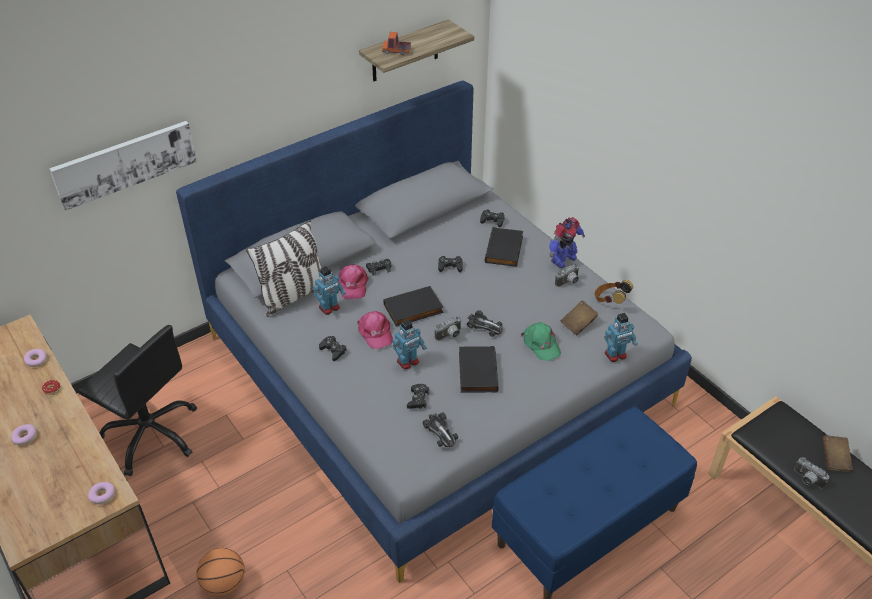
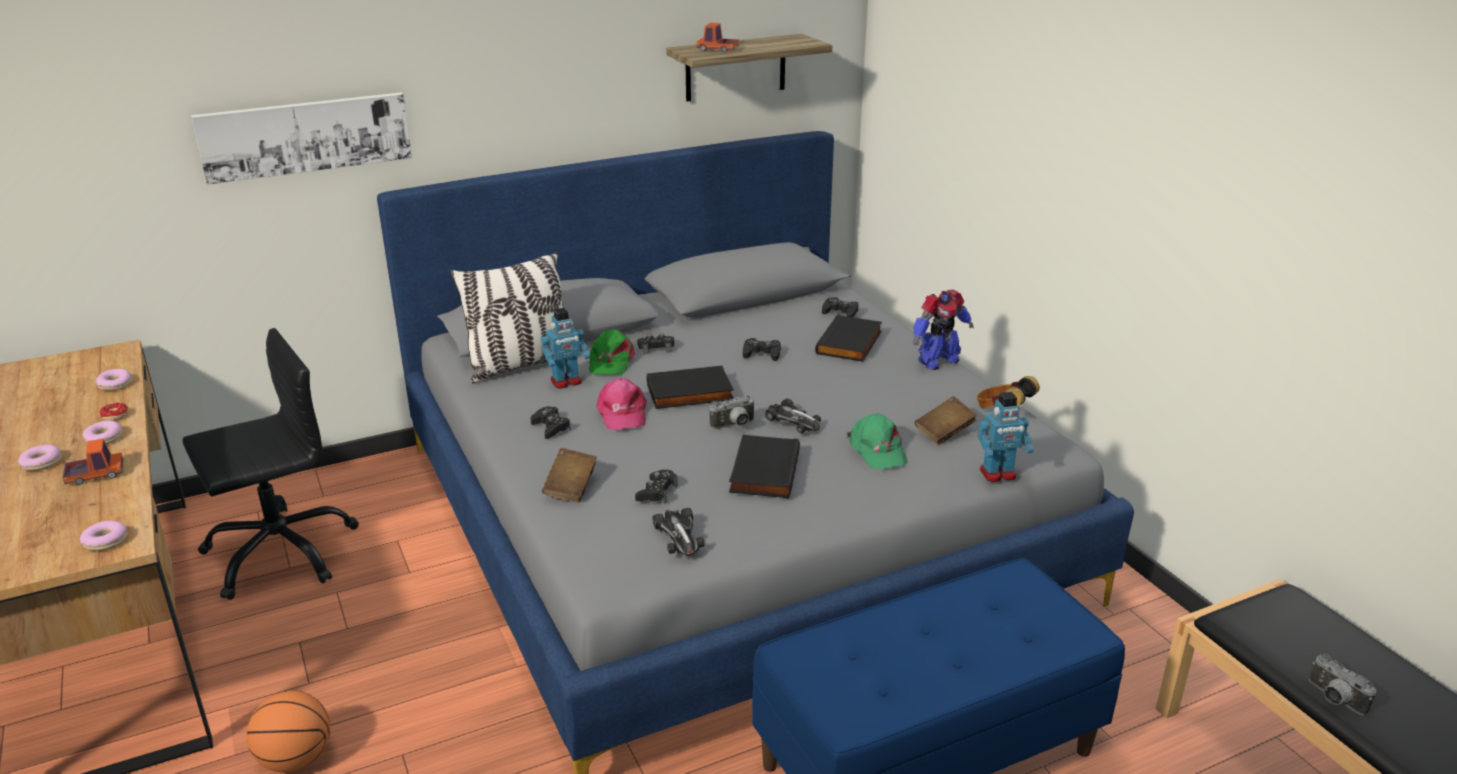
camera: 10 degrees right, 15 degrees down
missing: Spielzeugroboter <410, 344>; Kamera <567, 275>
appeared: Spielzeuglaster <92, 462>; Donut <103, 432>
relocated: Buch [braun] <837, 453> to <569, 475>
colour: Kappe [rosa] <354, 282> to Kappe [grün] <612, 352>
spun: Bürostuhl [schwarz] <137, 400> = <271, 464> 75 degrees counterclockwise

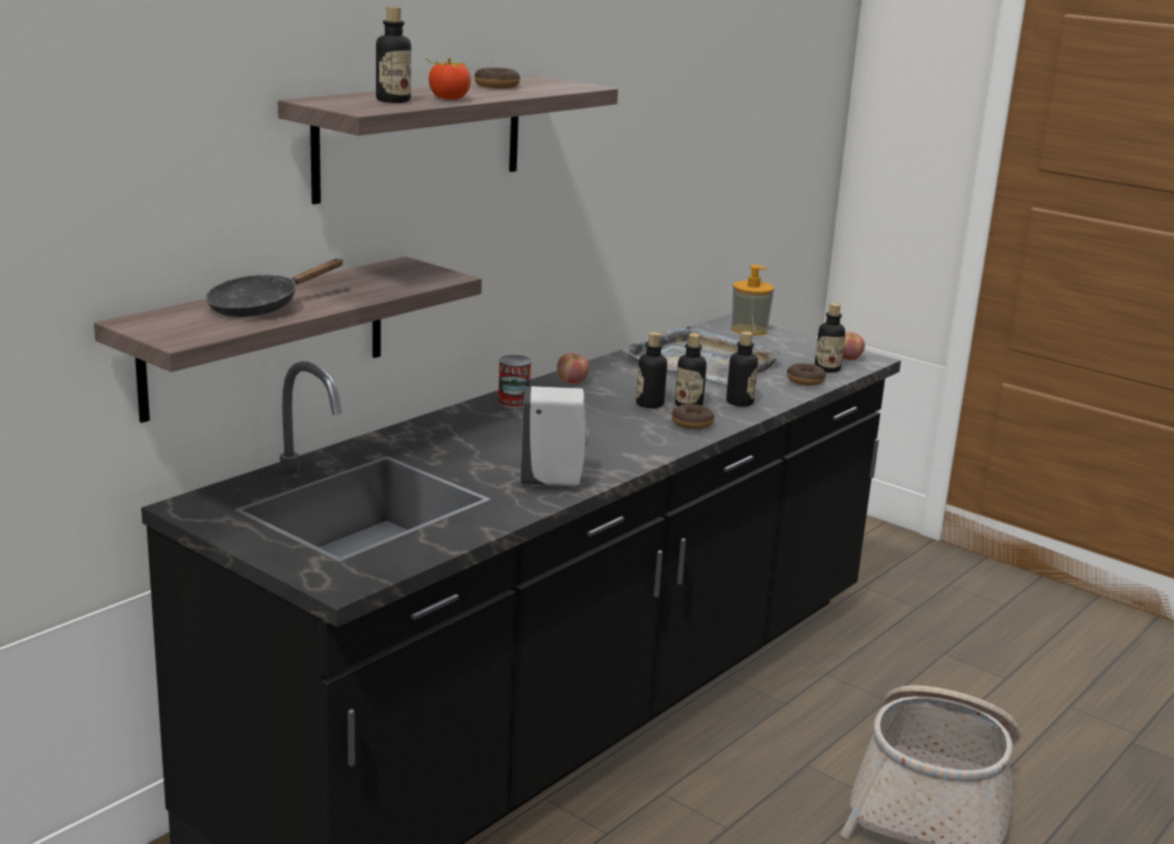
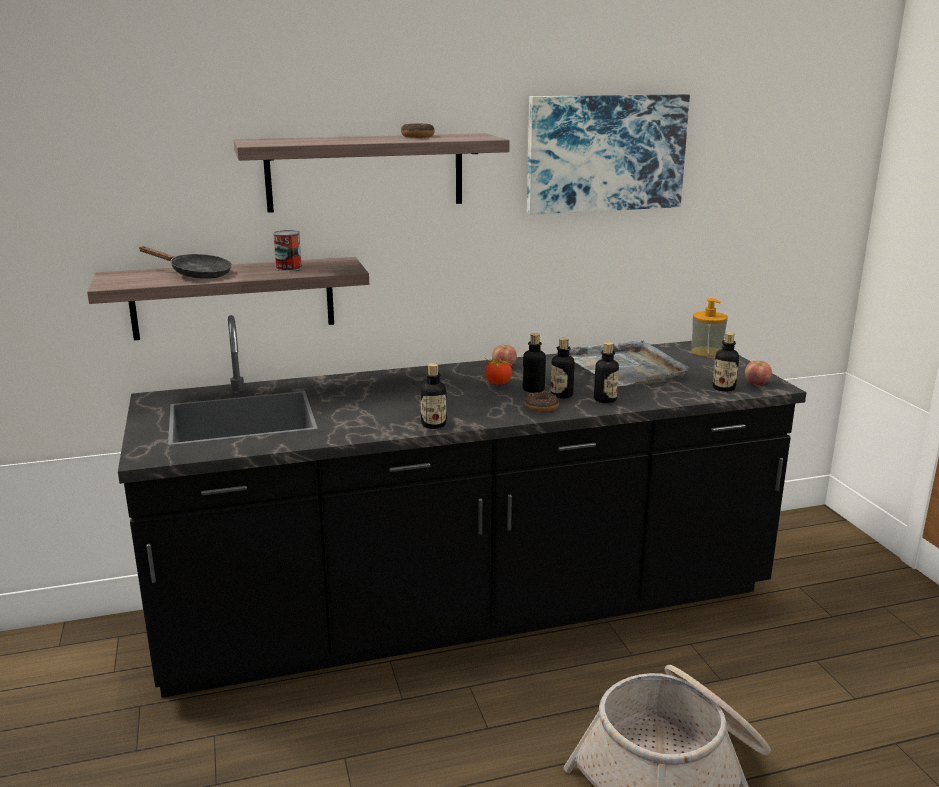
camera: 35 degrees right, 0 degrees up
missing: Seifenspender [weiß] <555, 437>; Donut <806, 374>
appeared: Bild <608, 154>
relocated: Dose <515, 381> to <287, 250>; Flasche <393, 55> to <433, 396>; Tomate <448, 79> to <498, 371>
spun: Pfanne [schwarz] <274, 288> = <186, 262> 150 degrees counterclockwise

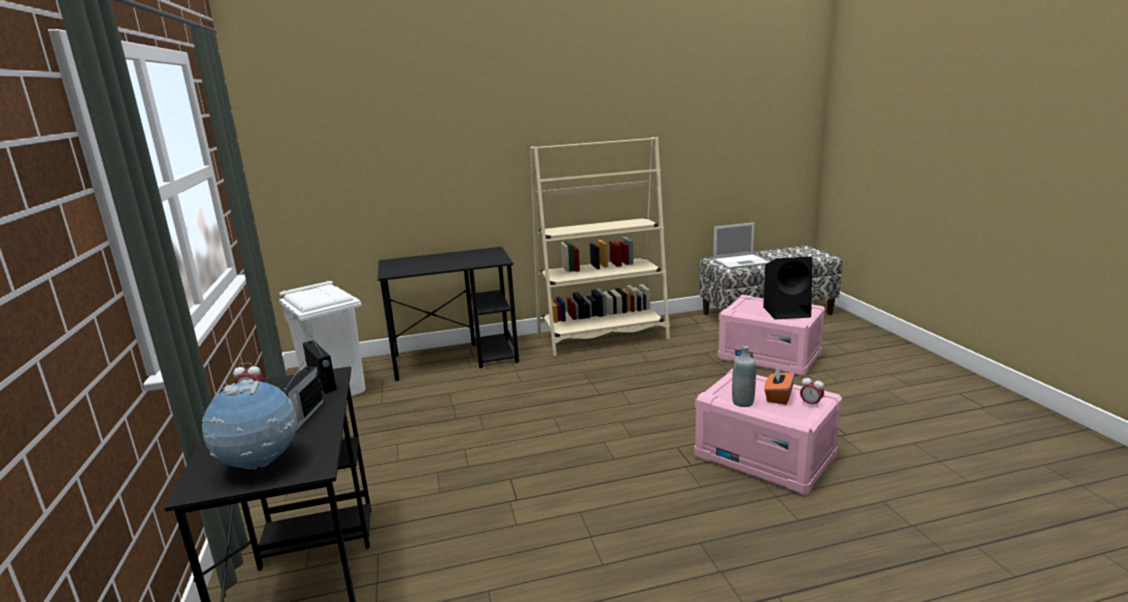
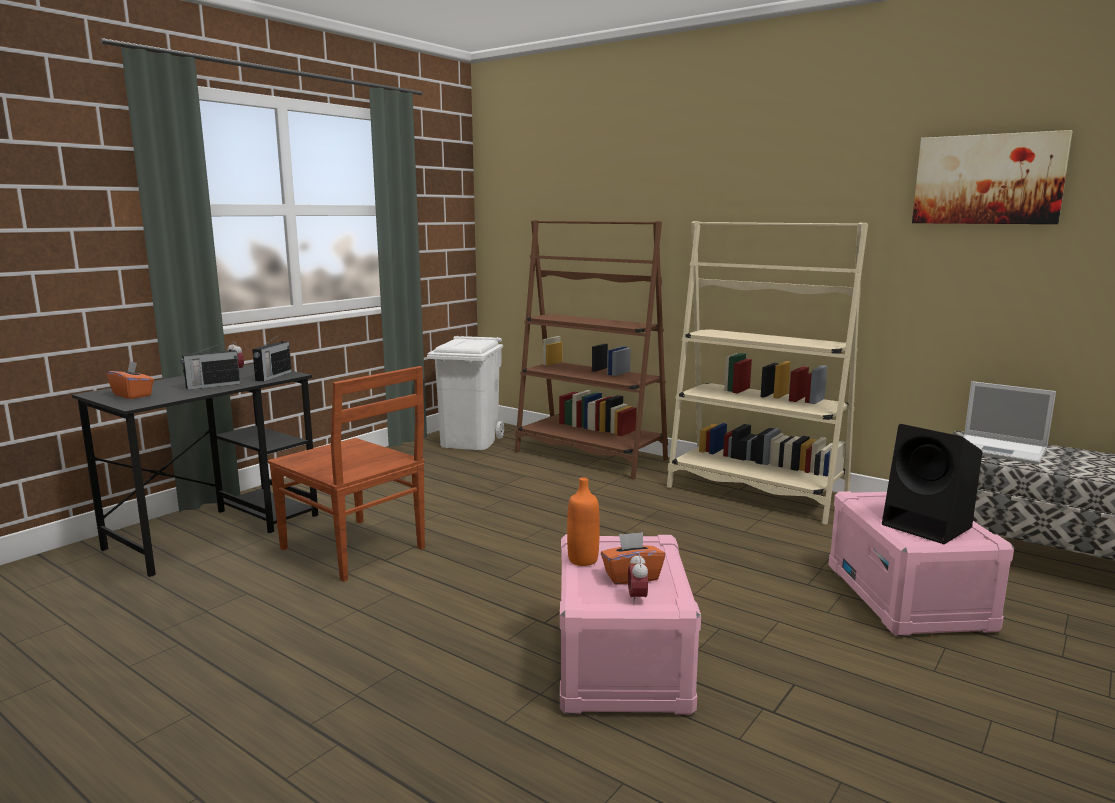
camera: 50 degrees right, 5 degrees down
appeared: Stuhl [braun] <346, 474>; Bild <992, 177>
exchanged: Globus <249, 424> to Taschentuchbox [orange] <130, 380>; Schreibtisch [schwarz] <448, 314> to Bücherregal [braun] <591, 349>
colour: Flasche [grau] <744, 376> to Flasche [orange] <583, 521>

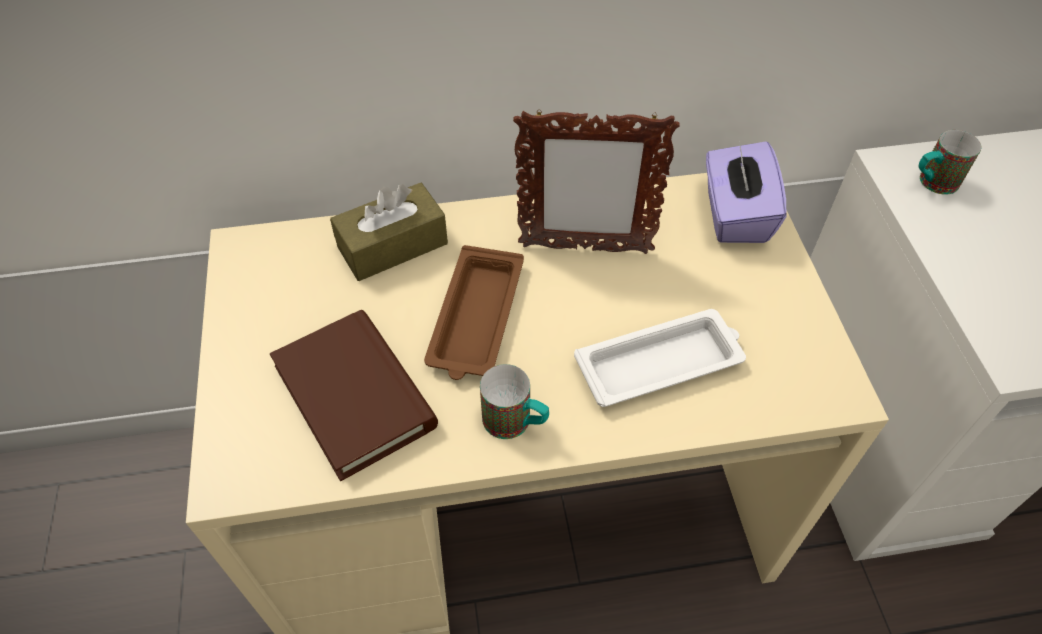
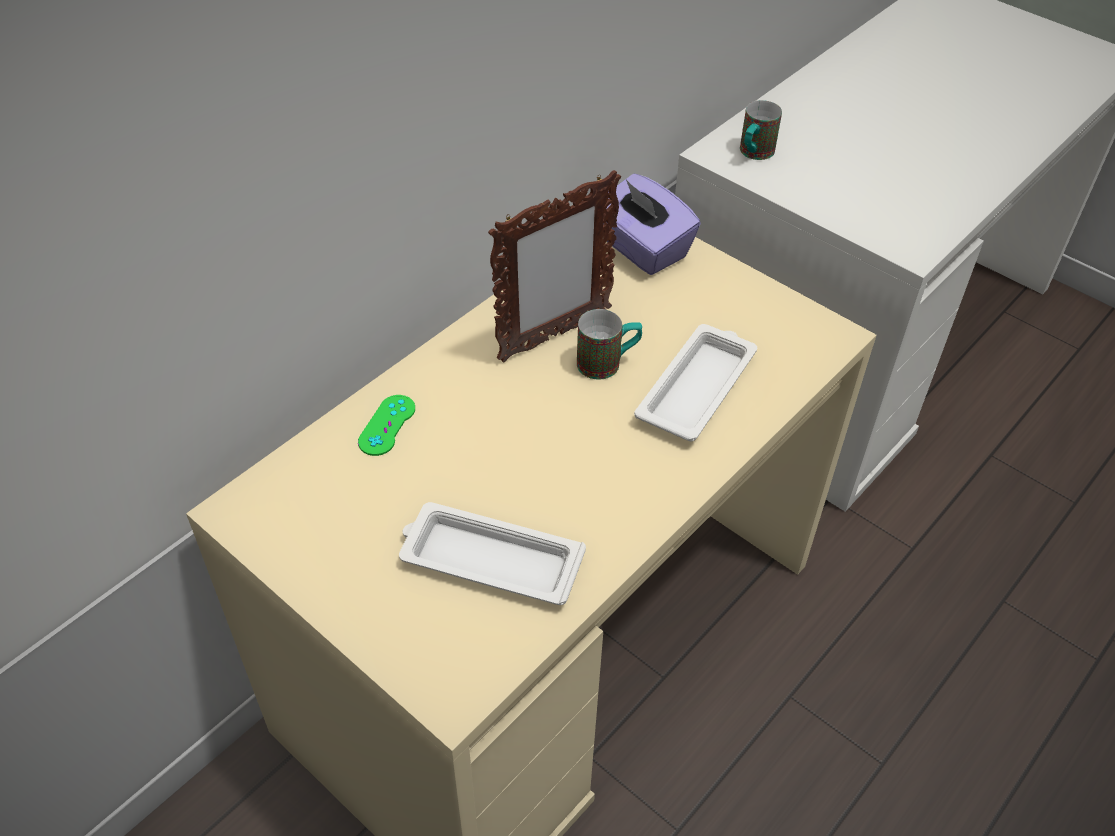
camera: 40 degrees left, 5 degrees down
missing: Tablett [braun] <474, 312>
relocated: Henkelbecher <514, 401> to <609, 344>
exchanged: Taschentuchbox [braun] <389, 232> to Gamepad [grün] <386, 425>; Buch [braun] <354, 395> to Tablett [weiß] <492, 553>

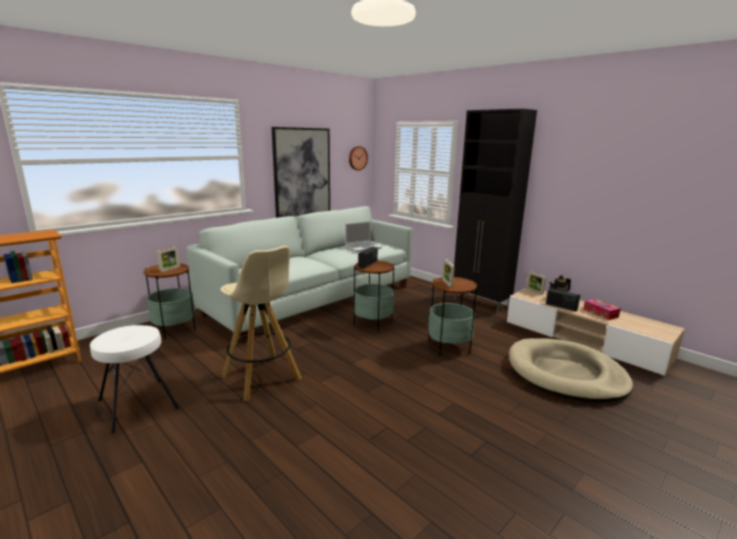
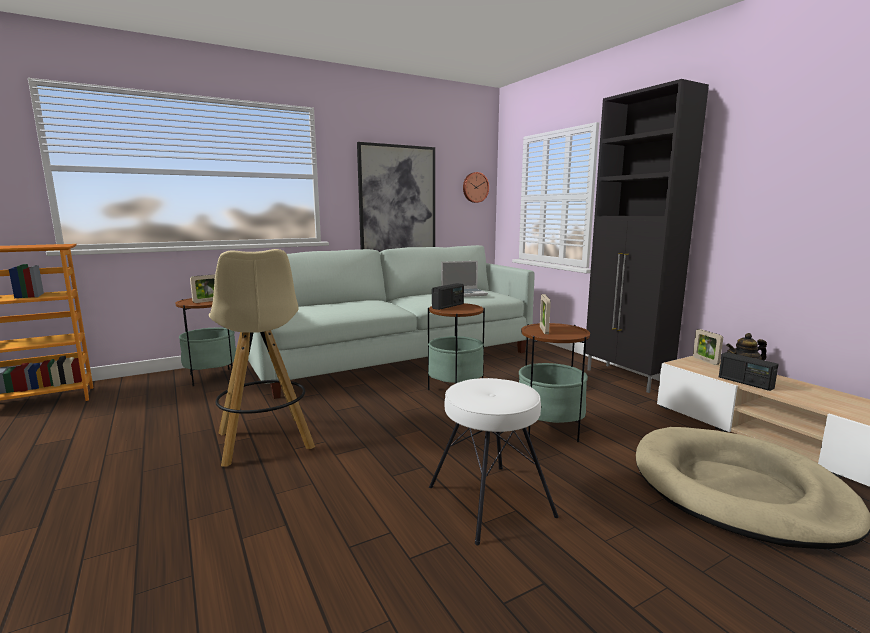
camera: 15 degrees right, 5 degrees down
missing: Taschentuchbox <602, 309>
relocated: Hocker [weiß] <134, 379> to <494, 461>

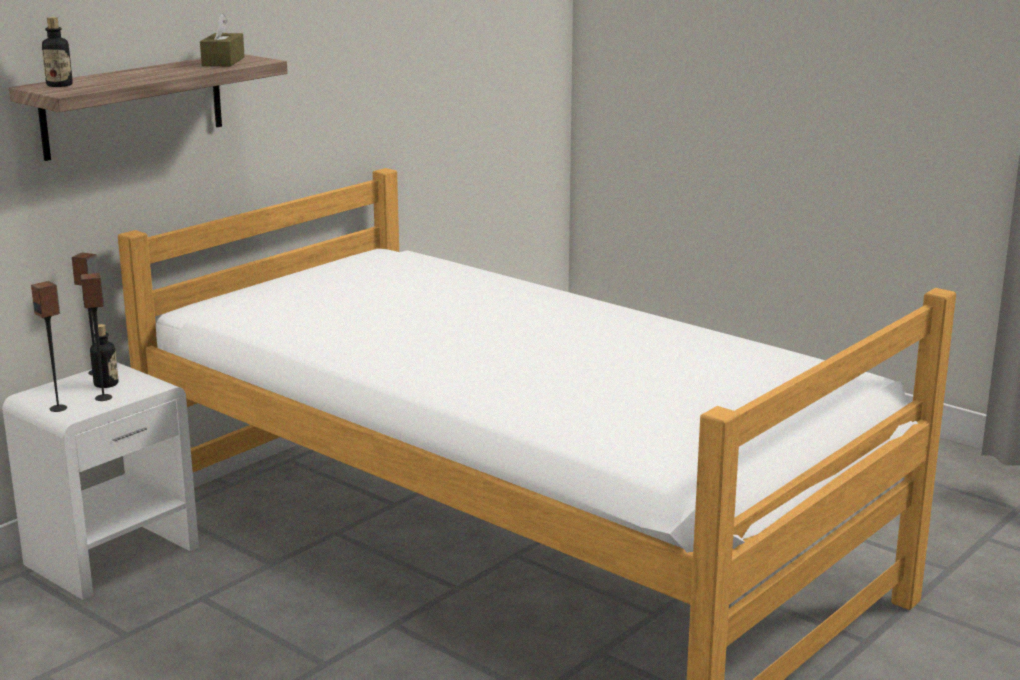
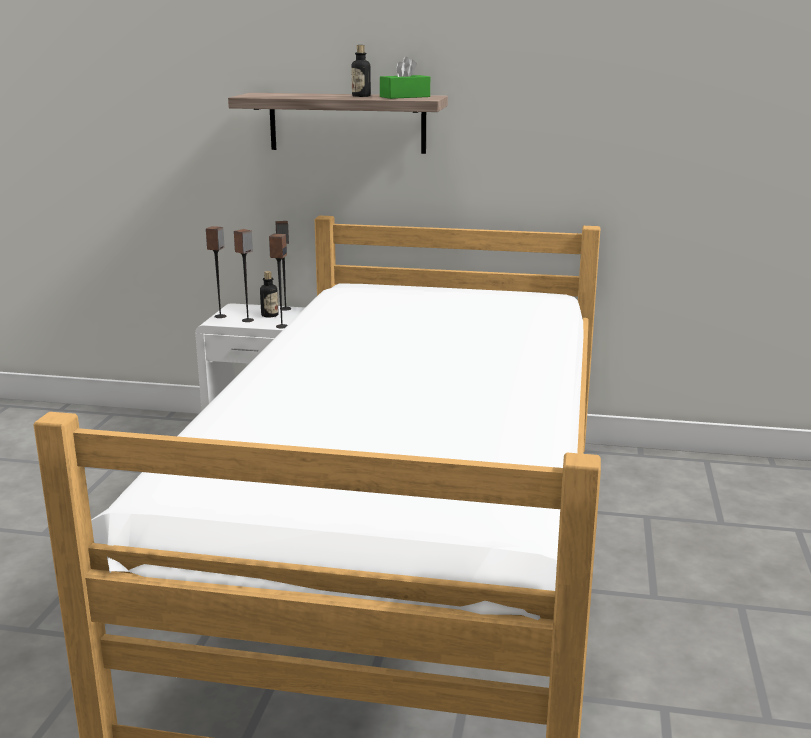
camera: 60 degrees right, 0 degrees up
appeared: Lautsprecher <278, 281>
relocated: Flasche <57, 52> to <361, 71>
colour: Taschentuchbox [braun] <222, 39> to Taschentuchbox [grün] <405, 77>

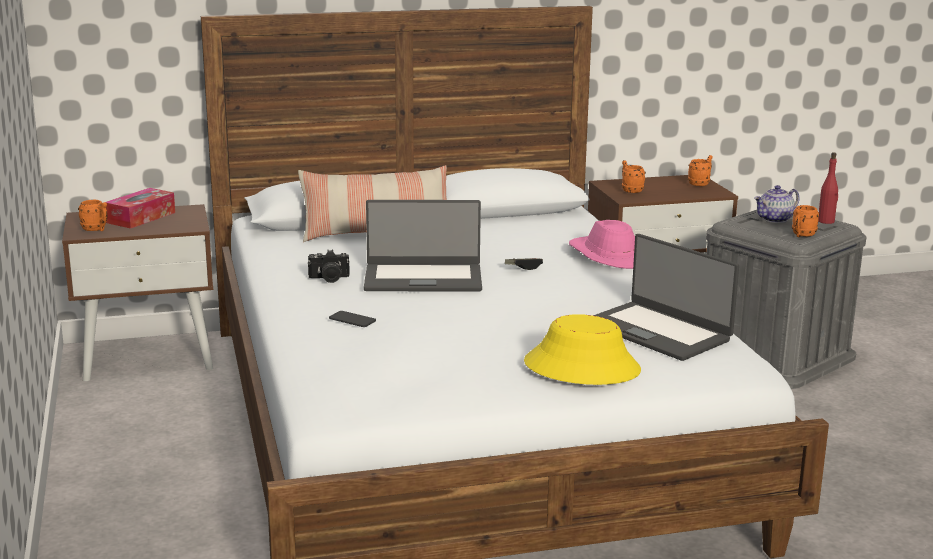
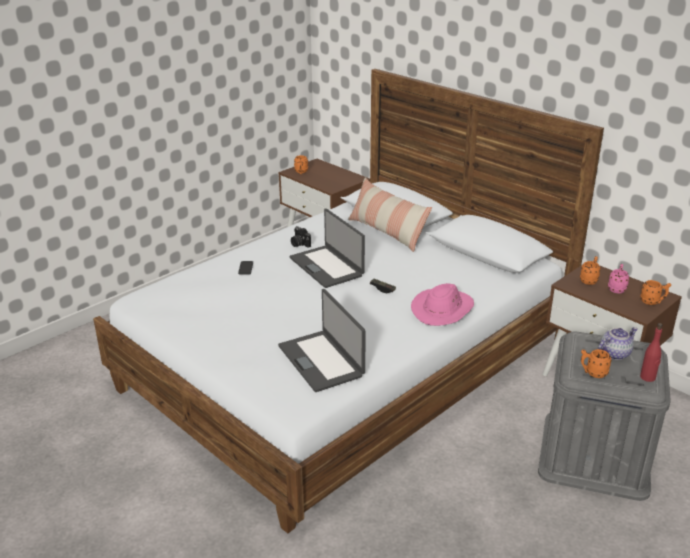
camera: 60 degrees right, 10 degrees up
missing: Taschentuchbox <140, 208>; Hut [gelb] <582, 349>
appeared: Henkelbecher [rosa] <619, 279>
spun: Laptop <666, 297> = <322, 340> 45 degrees counterclockwise; Teekanne <777, 204> = <618, 343> 120 degrees clockwise

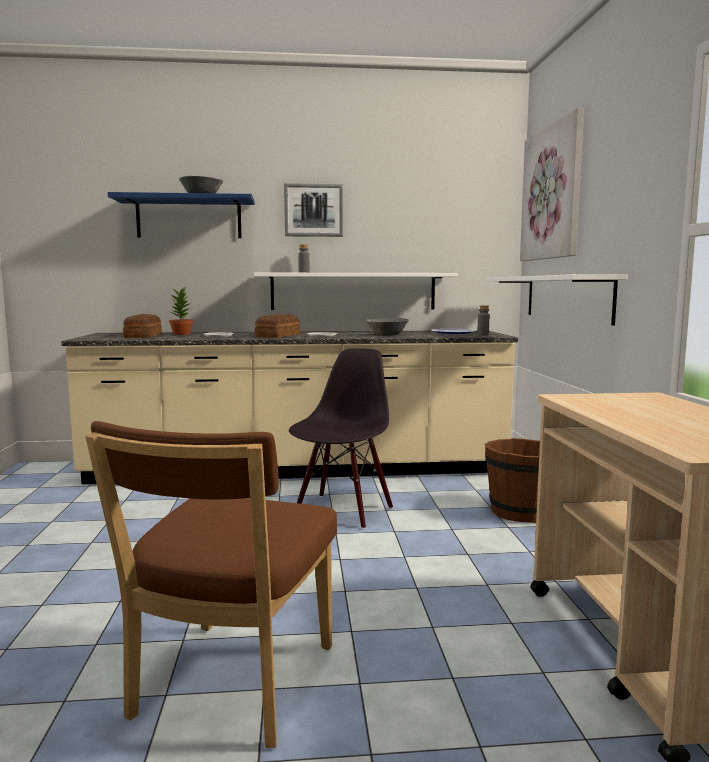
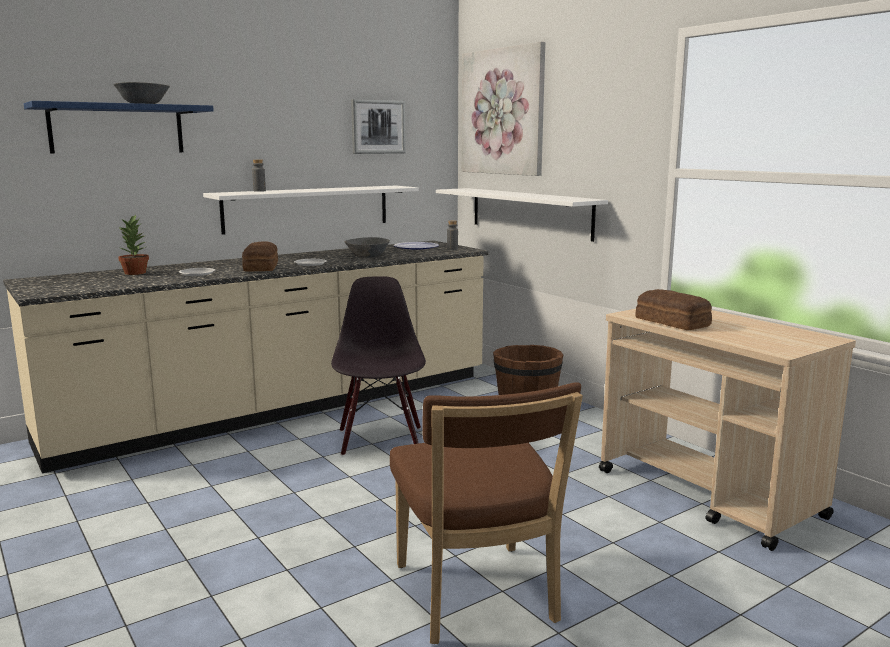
camera: 30 degrees left, 5 degrees up
relocated: Bild <313, 210> to <378, 126>; Brot <142, 326> to <673, 309>

